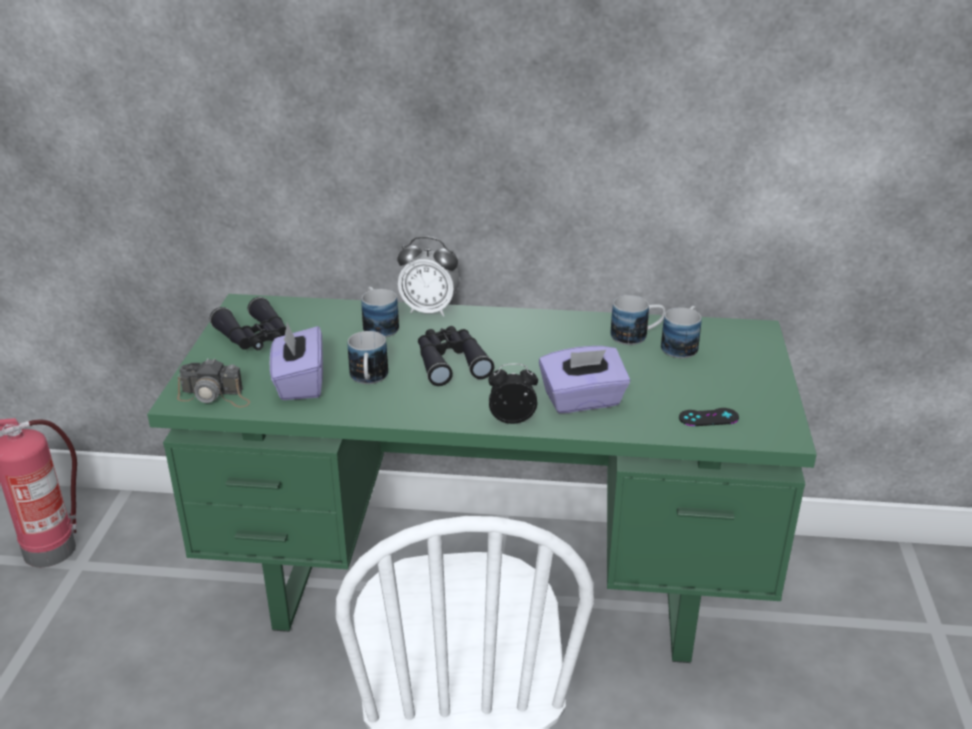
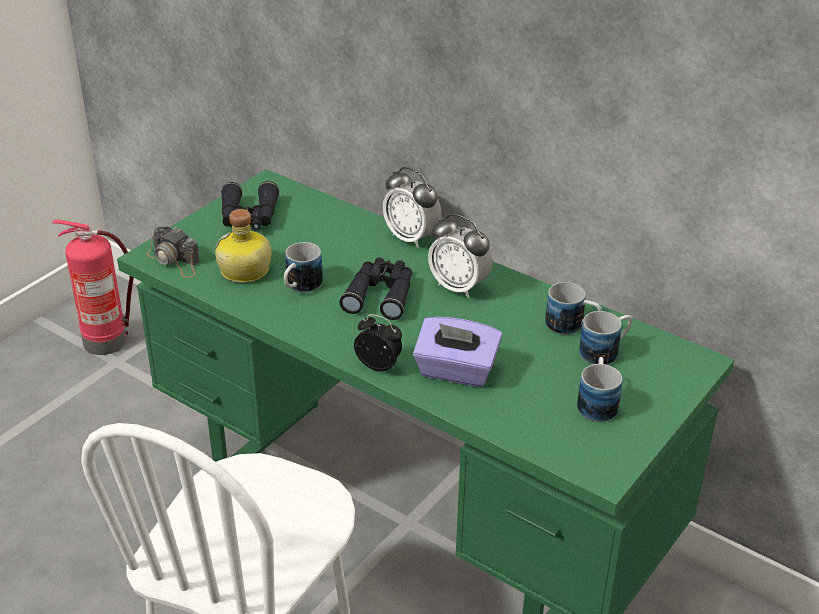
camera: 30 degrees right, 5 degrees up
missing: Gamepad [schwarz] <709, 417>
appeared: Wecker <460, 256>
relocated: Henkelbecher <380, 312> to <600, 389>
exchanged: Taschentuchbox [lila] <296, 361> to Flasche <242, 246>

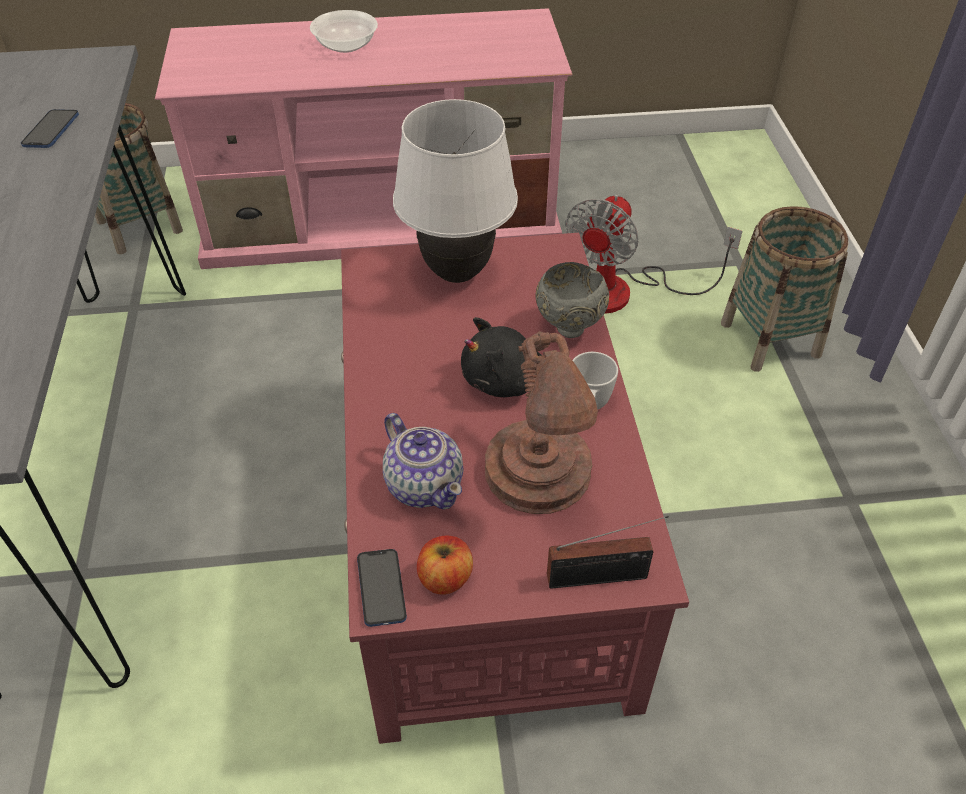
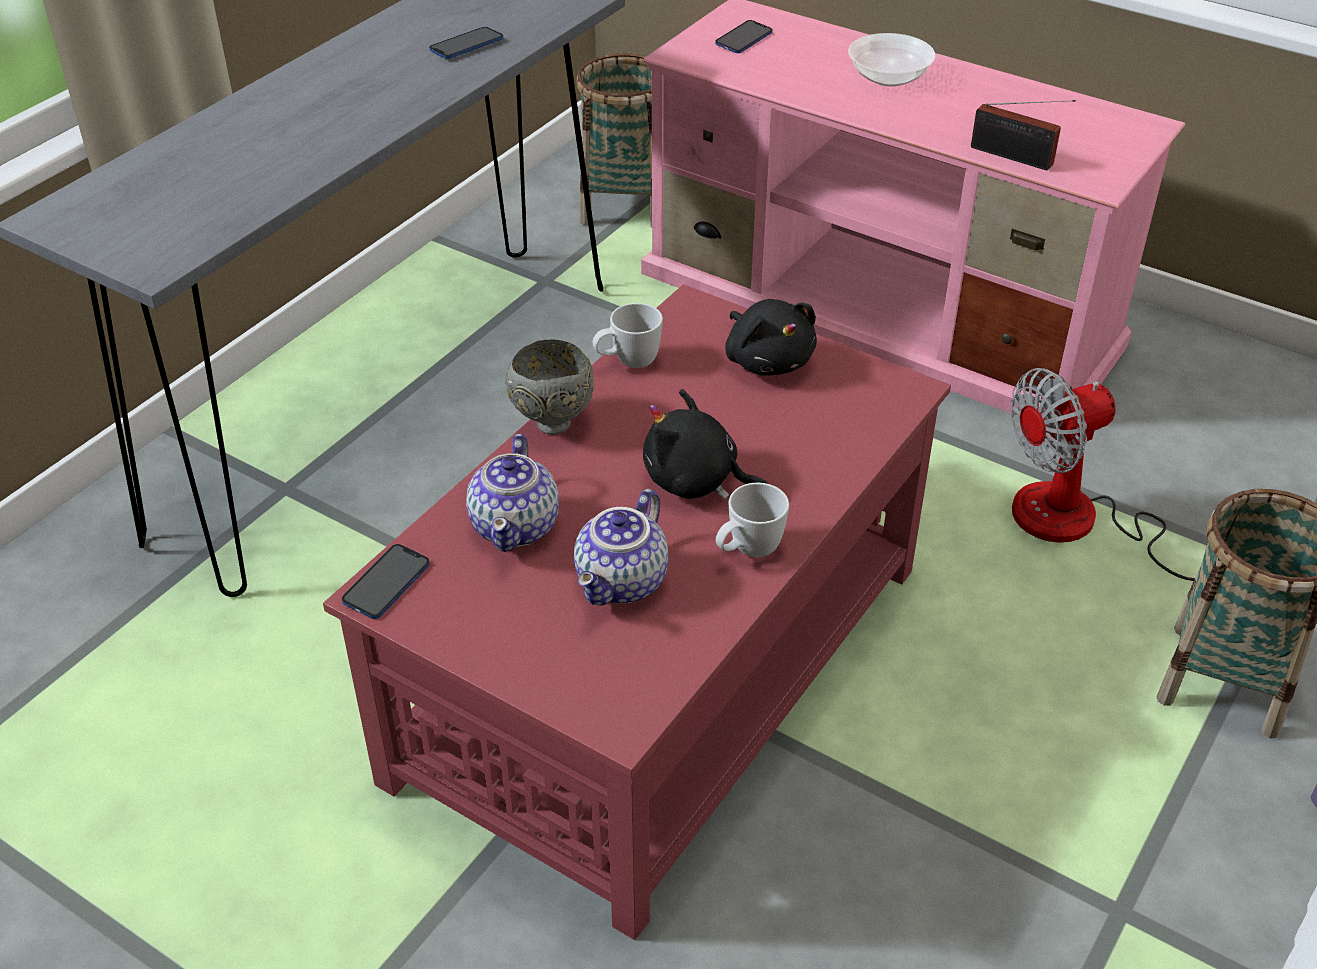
camera: 40 degrees right, 5 degrees down
missing: Apfel <445, 565>
appeared: Henkelbecher [weiß] <628, 335>; Handy <744, 36>
relocated: Schüssel [grau] <572, 300> to <549, 387>; Radio <608, 552> to <1023, 135>
exchanged: Tischlampe [braun] <541, 422> to Teekanne <621, 547>; Tischlampe [weiß] <455, 191> to Plüschtier [schwarz] <771, 337>

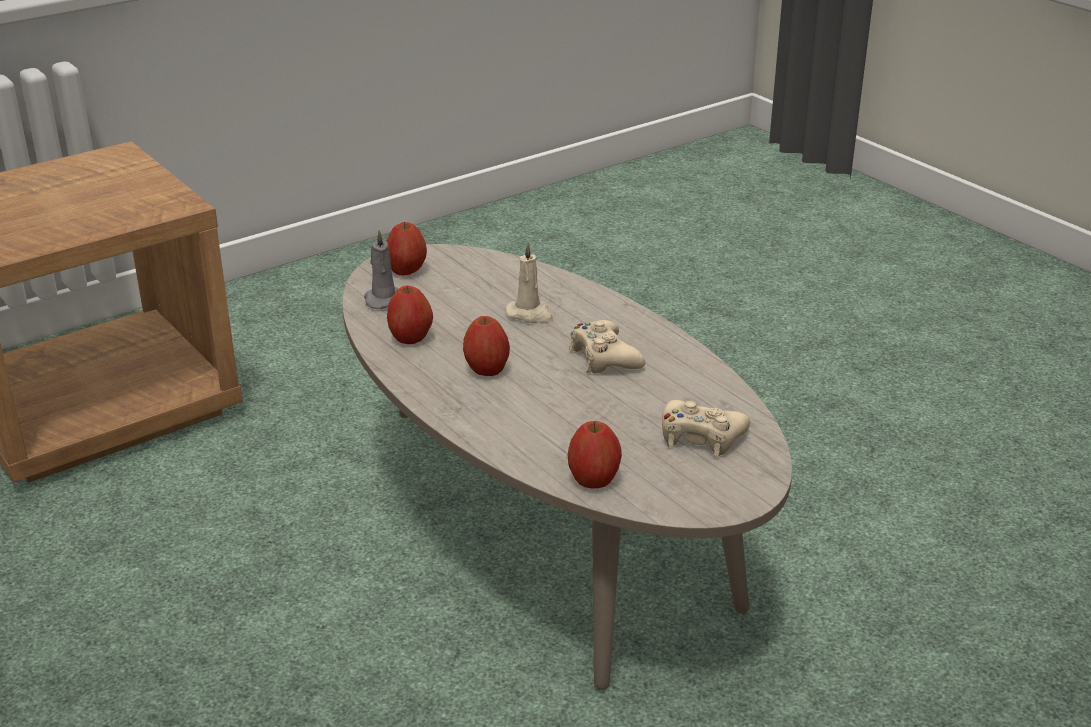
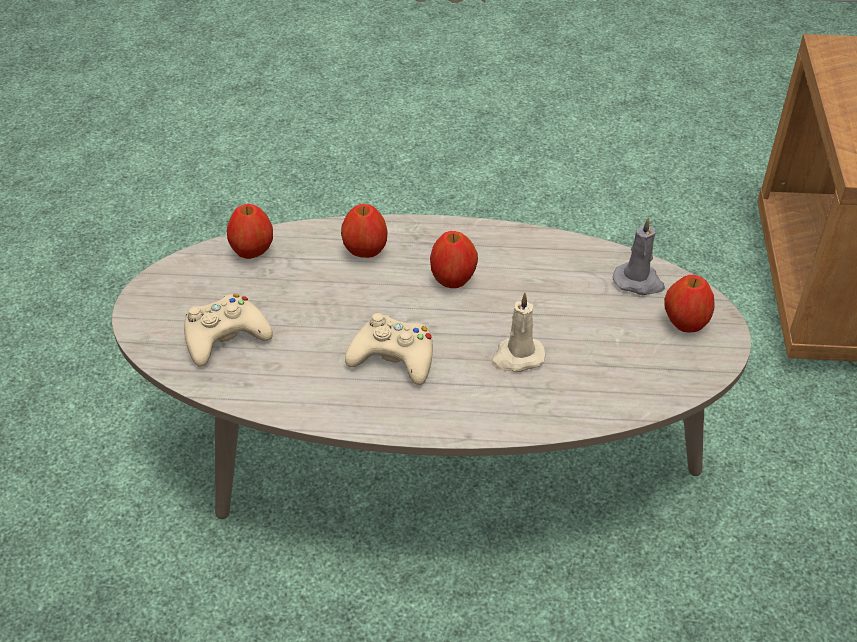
camera: 130 degrees right, 15 degrees up
relocated: Apfel <410, 315> to <364, 231>

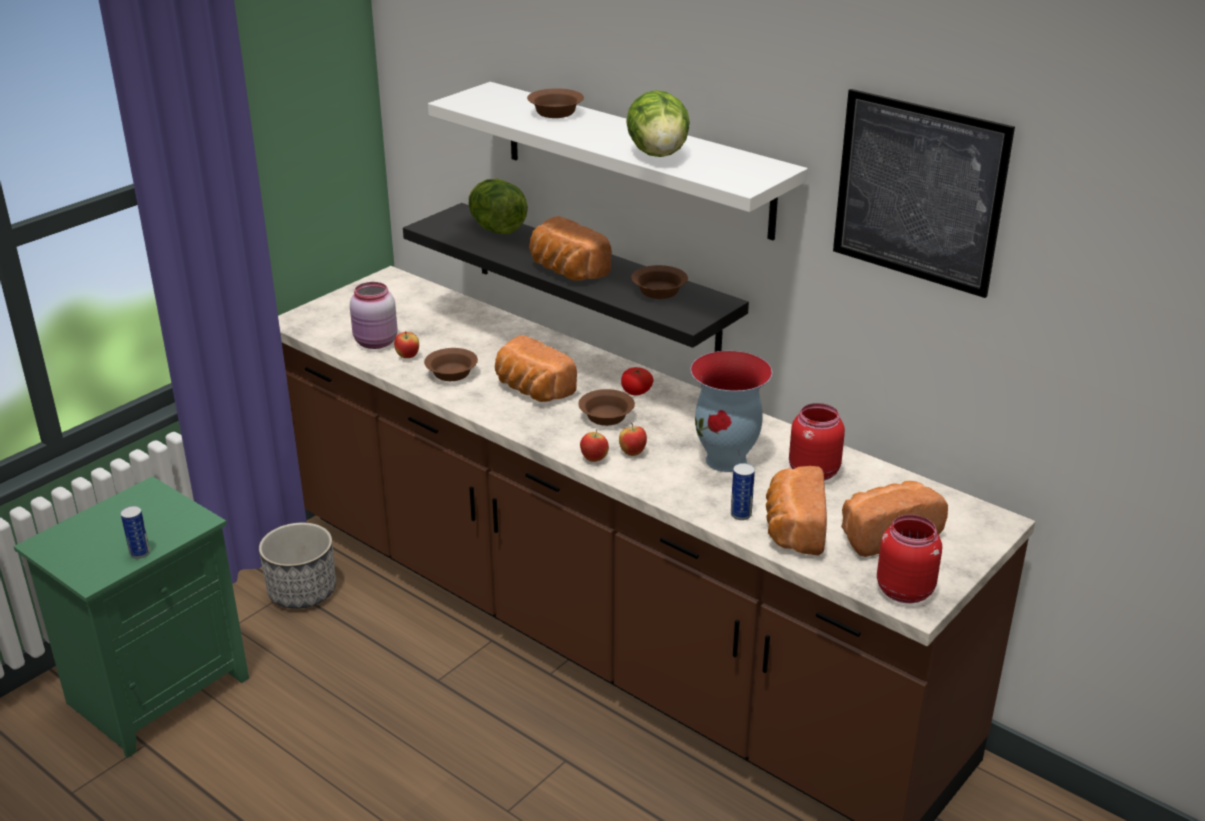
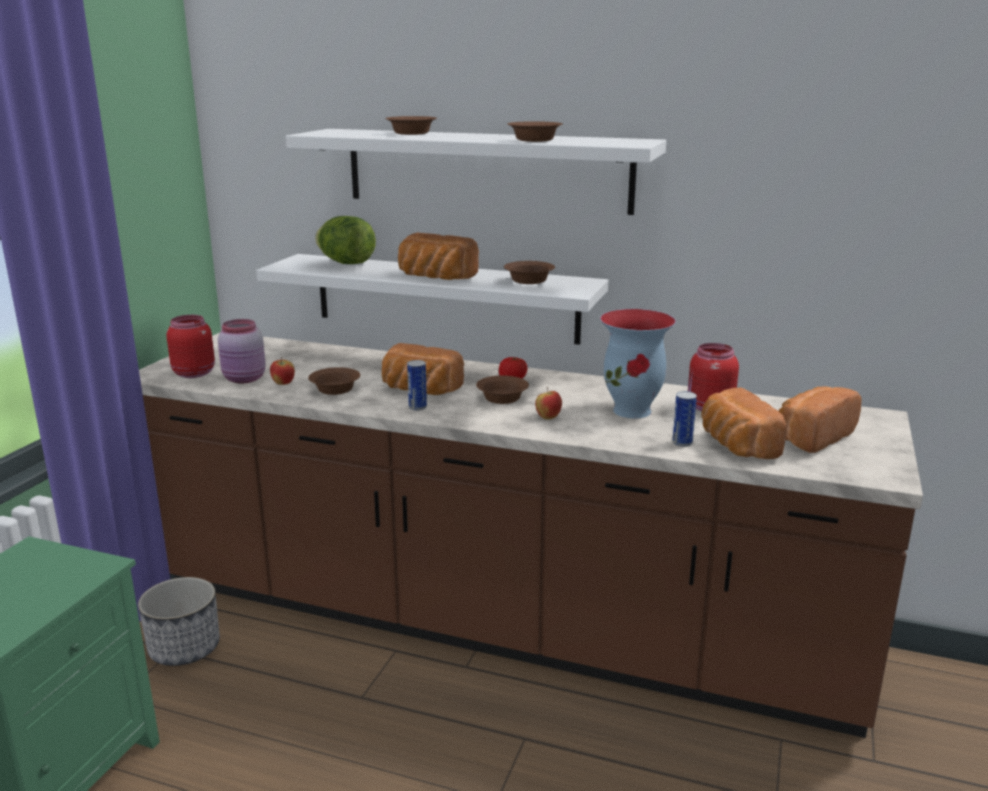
camera: 20 degrees left, 10 degrees down
missing: Apfel <594, 445>; Bild <924, 193>
relocated: Vorratsglas [rot] <909, 559> to <191, 346>; Dose <135, 532> to <417, 385>
exchanged: Salatkopf <658, 123> to Schüssel [braun] <535, 131>
colour: Wandregal [schwarz] <576, 277> to Wandregal [weiß] <432, 299>

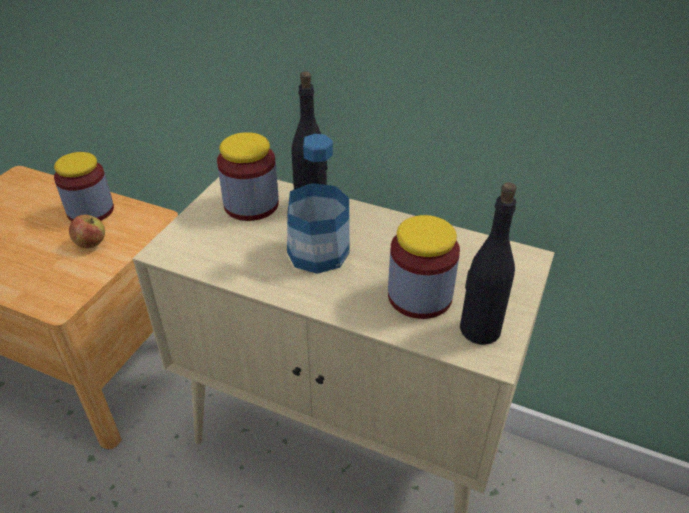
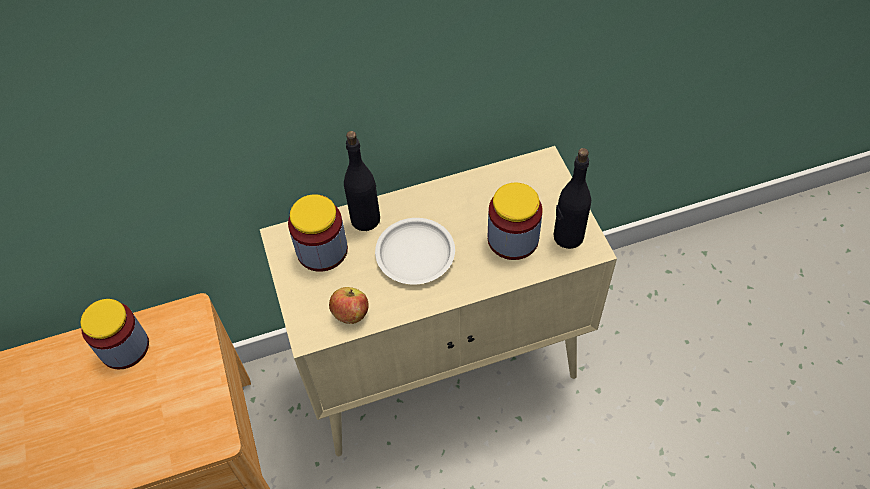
camera: 40 degrees left, 15 degrees up
relocated: Apfel <87, 231> to <349, 305>
exchanged: Flasche <318, 204> to Teller [weiß] <415, 251>

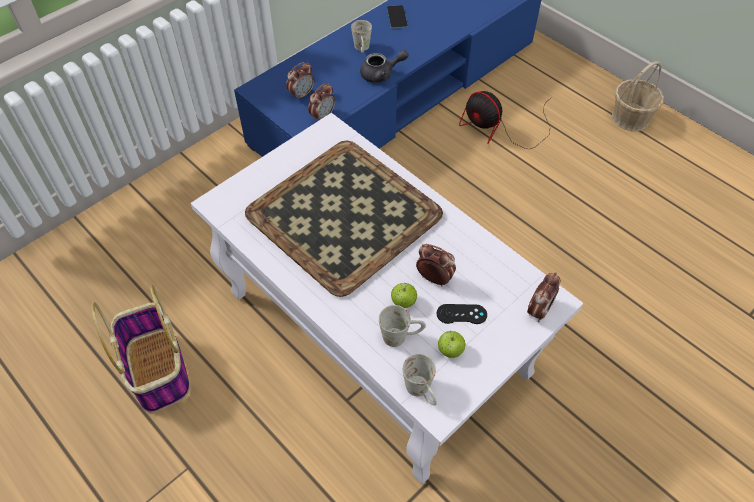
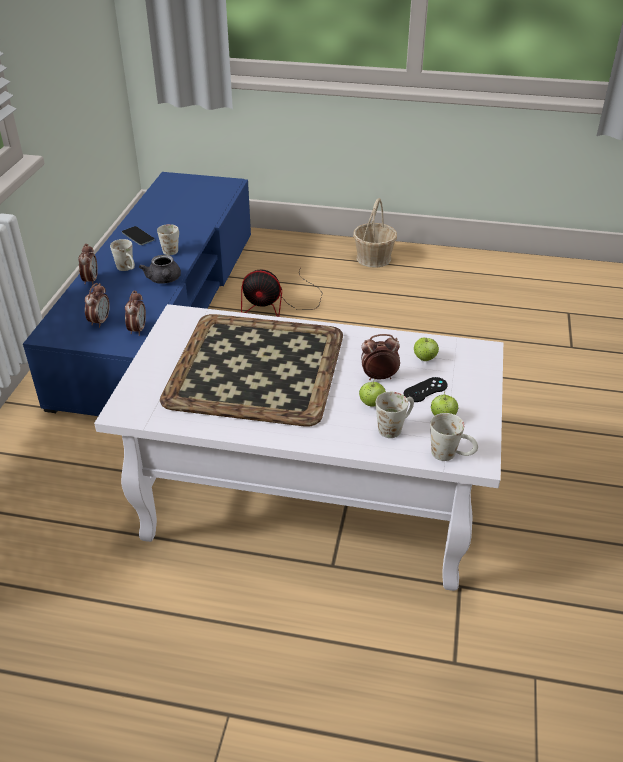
camera: 35 degrees left, 15 degrees down
missing: Korb <140, 349>
appeared: Henkelbecher [weiß] <168, 239>; Apfel <426, 349>
relocated: Wecker <543, 297> to <88, 264>
spun: Teekanne [grau] <384, 66> = <160, 269> 120 degrees clockwise

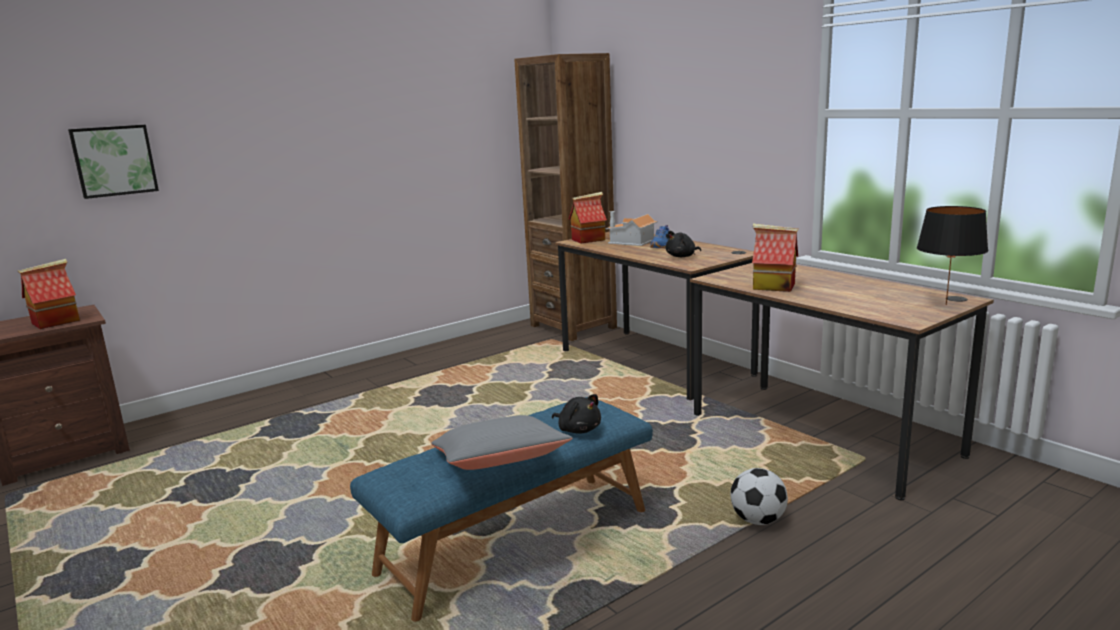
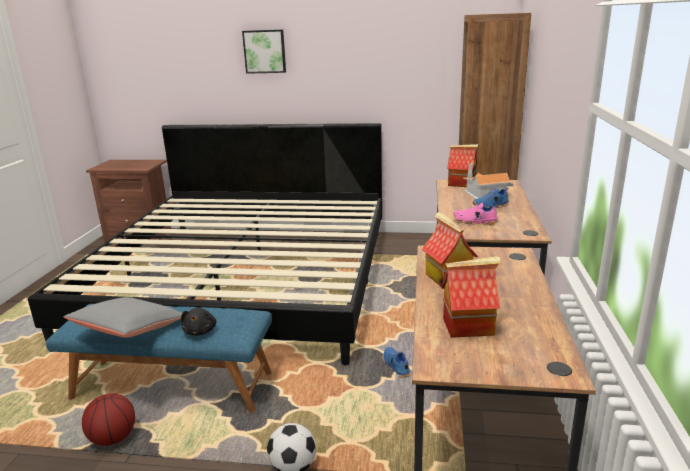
camera: 45 degrees right, 5 degrees up
missing: Tischlampe [schwarz] <952, 255>
appeared: Bett <205, 244>; Basketball <108, 419>; Schuh [blau] <397, 362>
relocated: Bild <113, 162> to <264, 52>; Spielzeughaus <49, 294> to <471, 297>
exchanged: Plüschtier [schwarz] <683, 244> to Schuh [rosa] <475, 213>

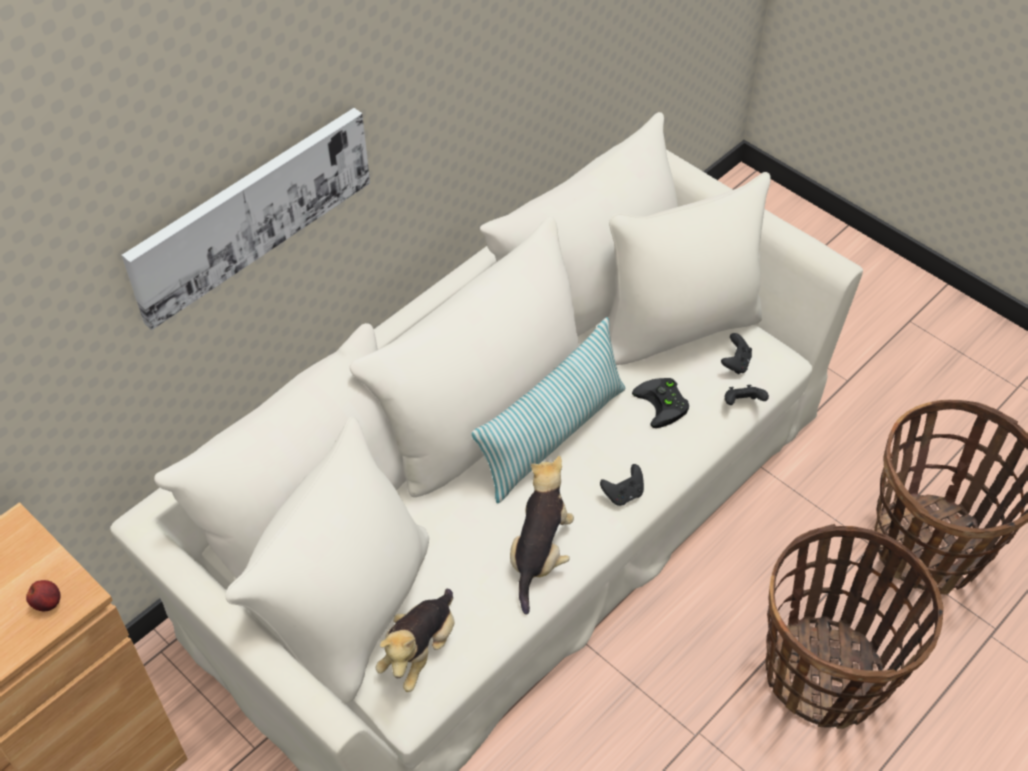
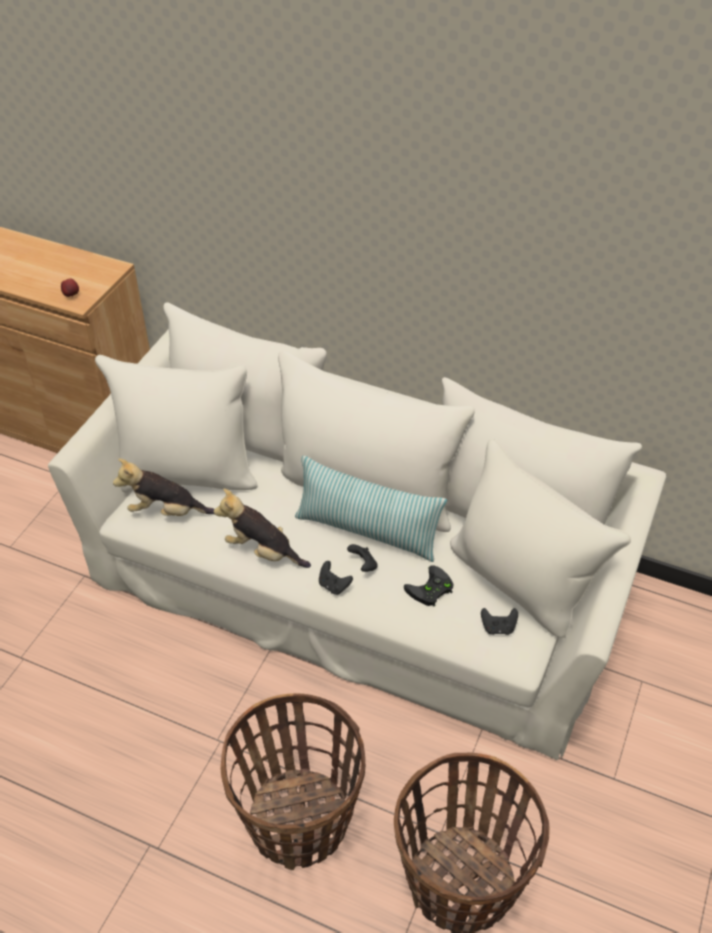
camera: 70 degrees right, 5 degrees down
missing: Bild <246, 219>
relocated: Gamepad [schwarz] <747, 395> to <362, 558>
spun: Plüschtier <542, 535> = <262, 528> 150 degrees counterclockwise

